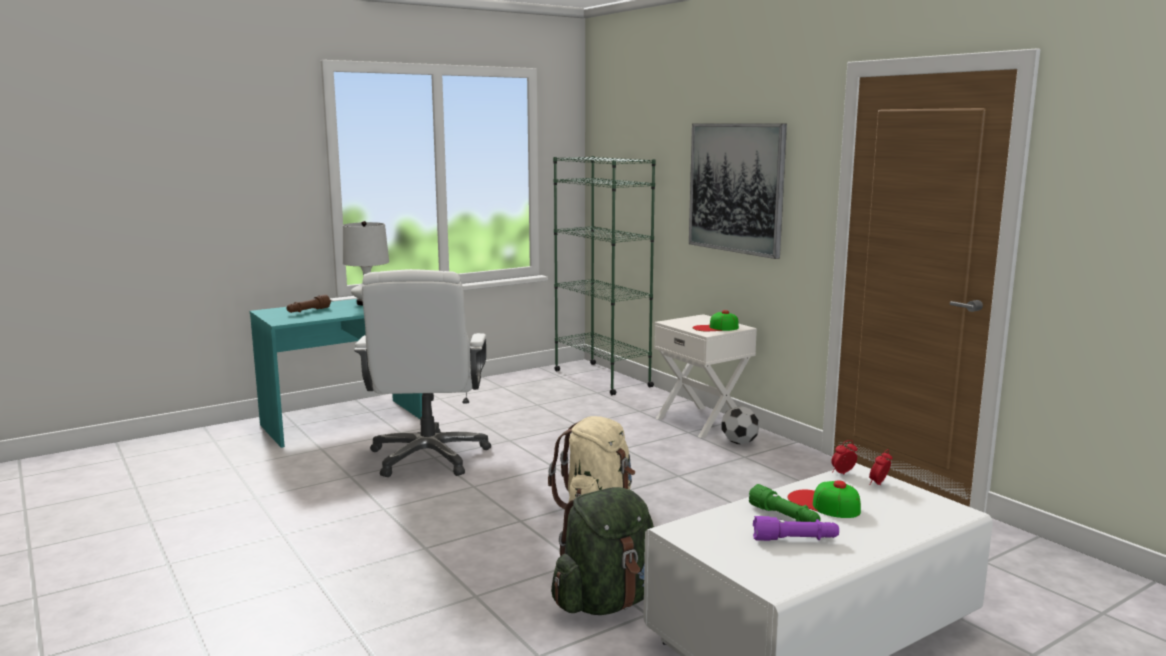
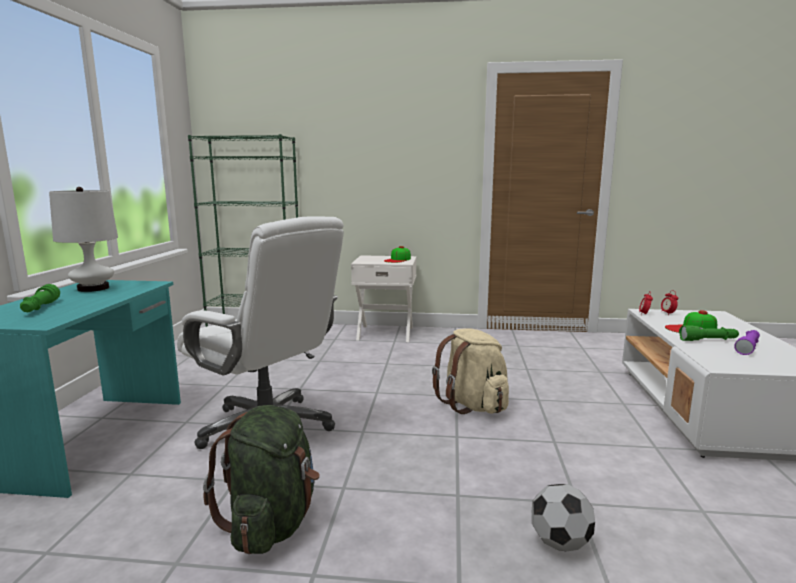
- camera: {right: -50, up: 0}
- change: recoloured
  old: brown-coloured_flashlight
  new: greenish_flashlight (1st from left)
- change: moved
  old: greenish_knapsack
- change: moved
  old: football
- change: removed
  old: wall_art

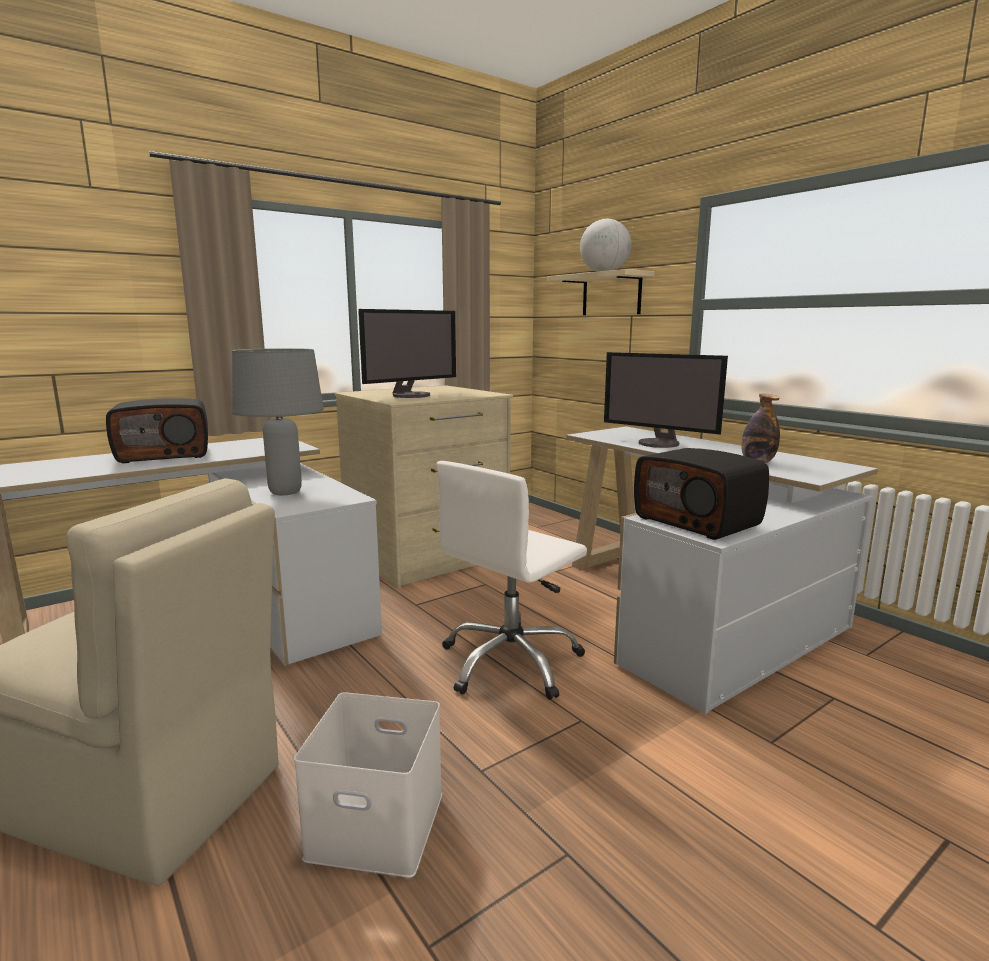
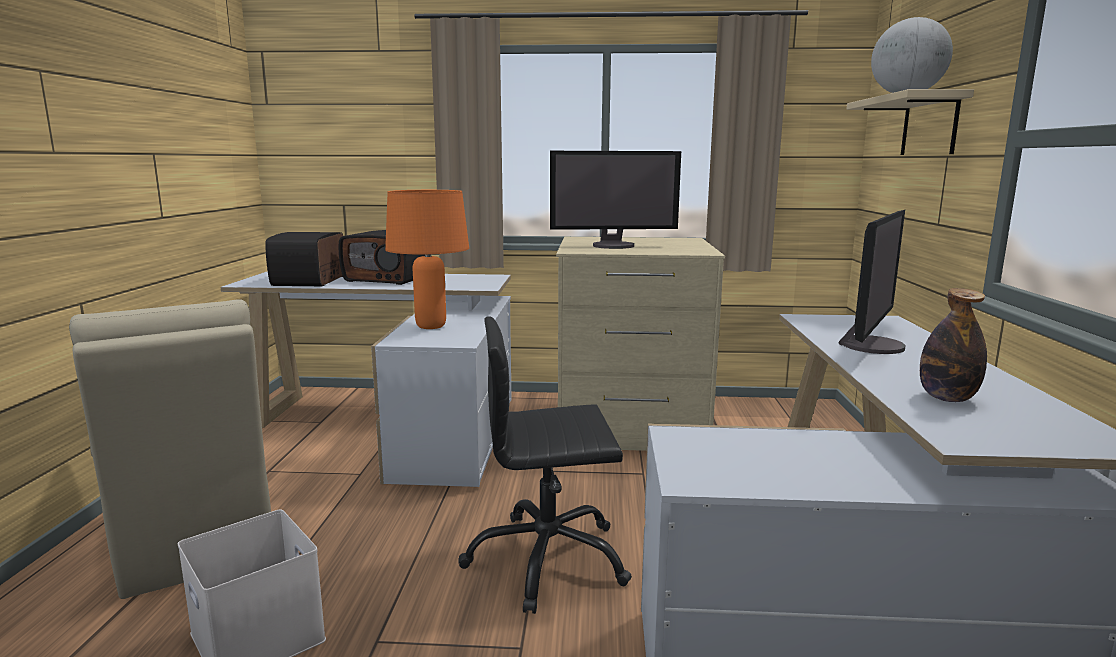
- camera: {right: 40, up: 0}
- change: moved
  old: radio (2nd from left in the first image)
  new: radio (1st from left)
- change: recoloured
  old: greyish_table_lamp
  new: orange-coloured_table_lamp
- change: recoloured
  old: white-coloured_office_chair
  new: blackish_office_chair
- change: turned
  old: computer_screen (2nd from left)
  degrees: -135

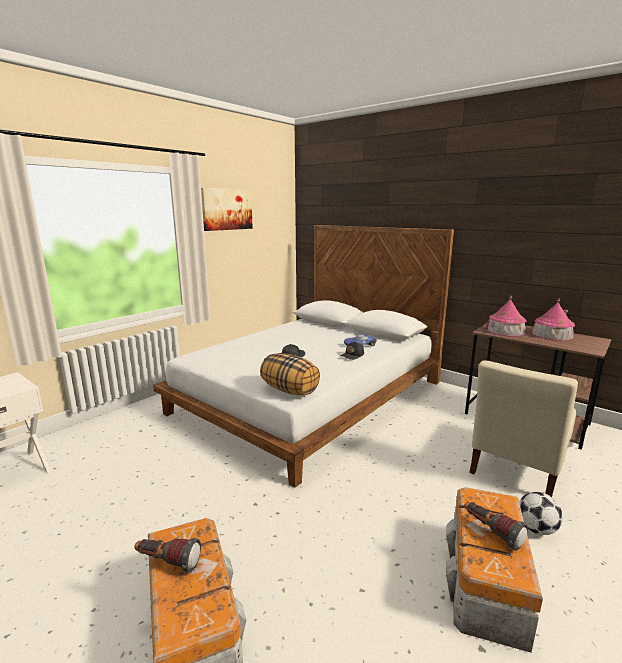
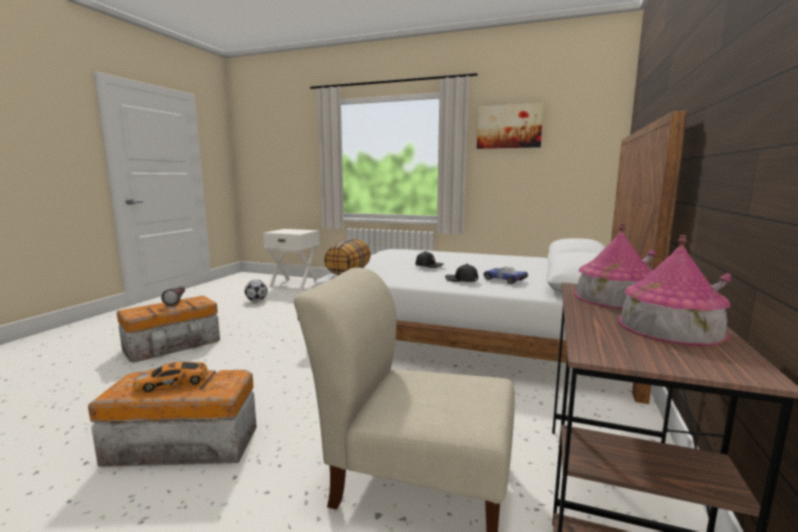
- camera: {right: 70, up: -5}
- change: replaced
  old: flashlight (2nd from left)
  new: toy_car (1st from left)
- change: moved
  old: football

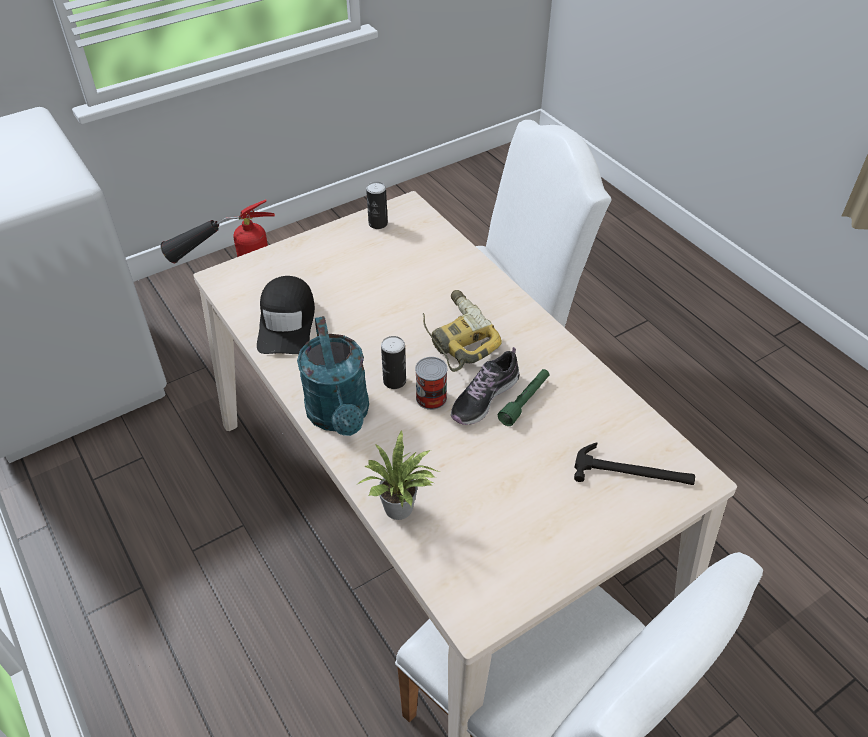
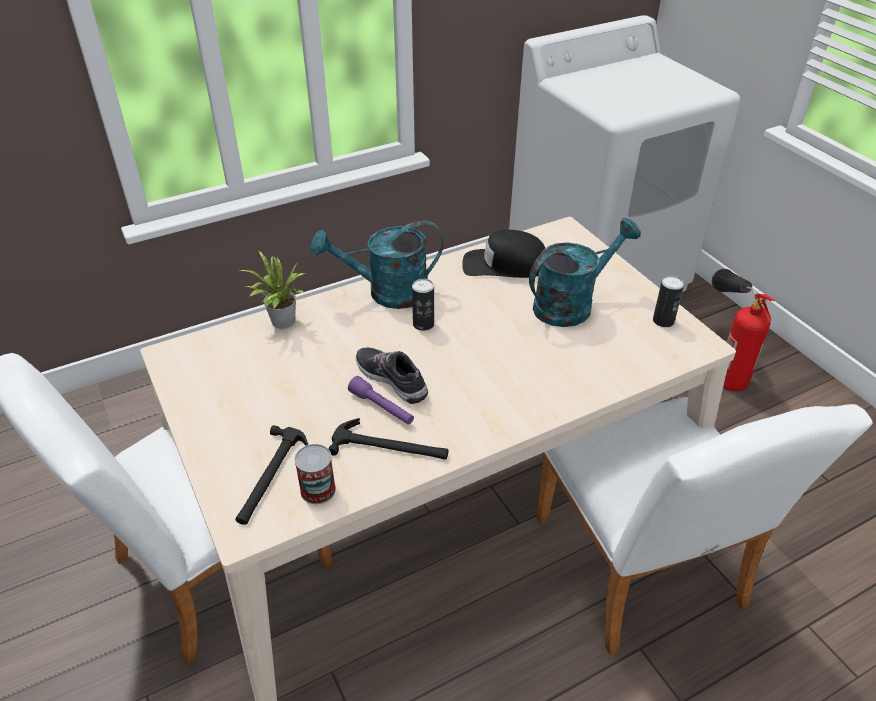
- camera: {right: 95, up: -5}
- change: moved
  old: can (3rd from left in the first image)
  new: can (1st from left)
- change: added
  new: hand_hammer (2nd from left)
- change: recoloured
  old: greenish_flashlight
  new: purplish_flashlight
- change: added
  new: turquoise-coloured_watering_pot (2nd from left)
- change: removed
  old: power_drill

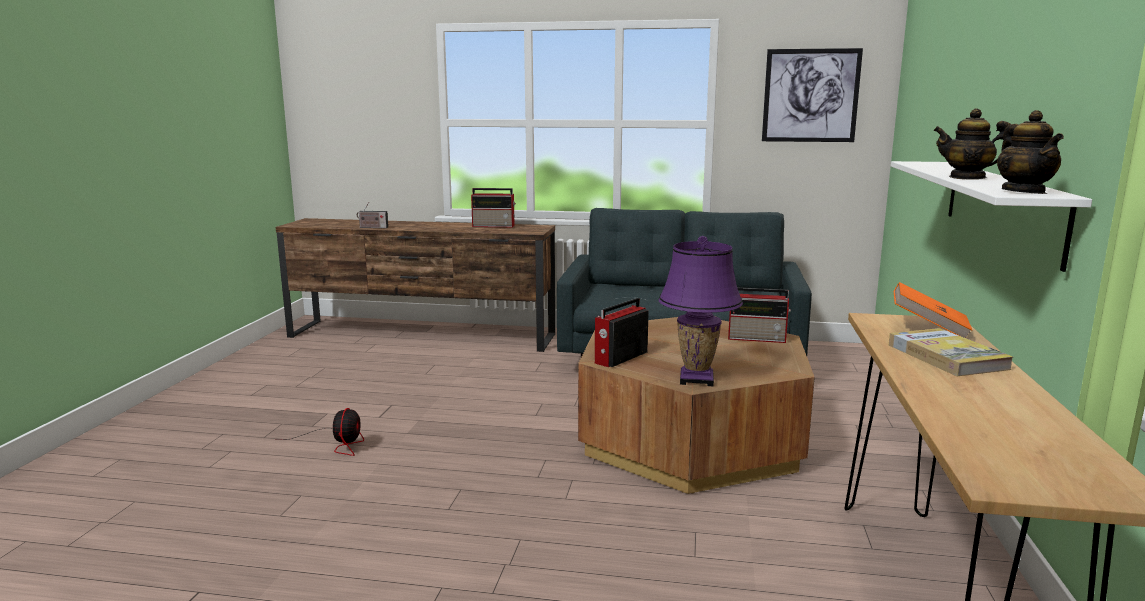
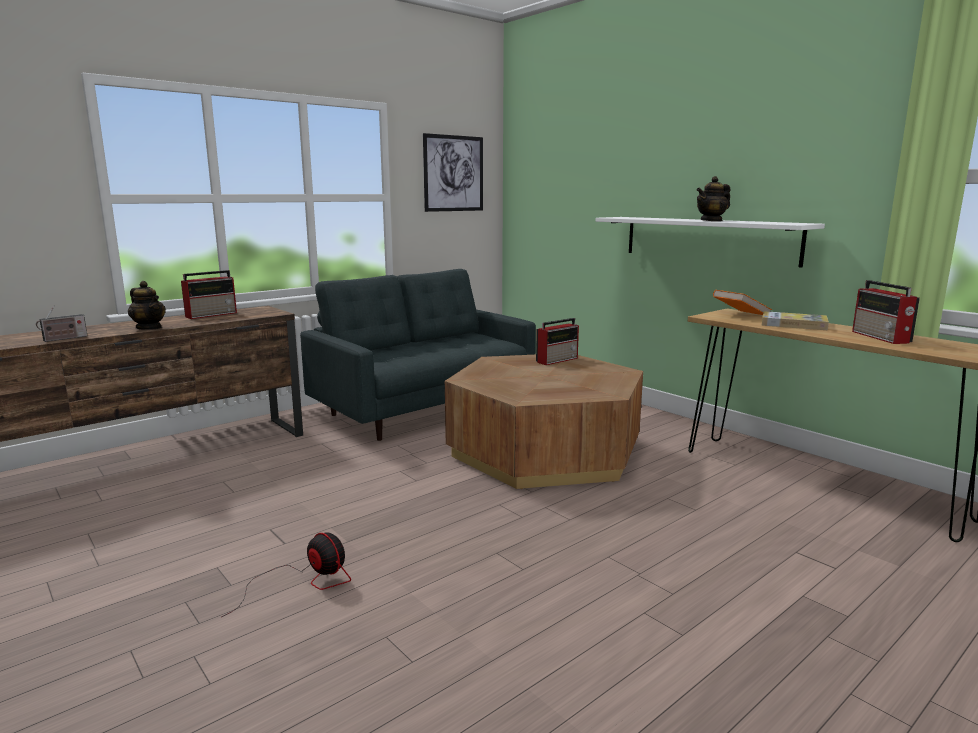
- camera: {right: -50, up: 0}
- change: moved
  old: teapot (2nd from left in the first image)
  new: teapot (1st from left)
- change: moved
  old: radio (3rd from left in the first image)
  new: radio (4th from left)
- change: removed
  old: purplish_table_lamp

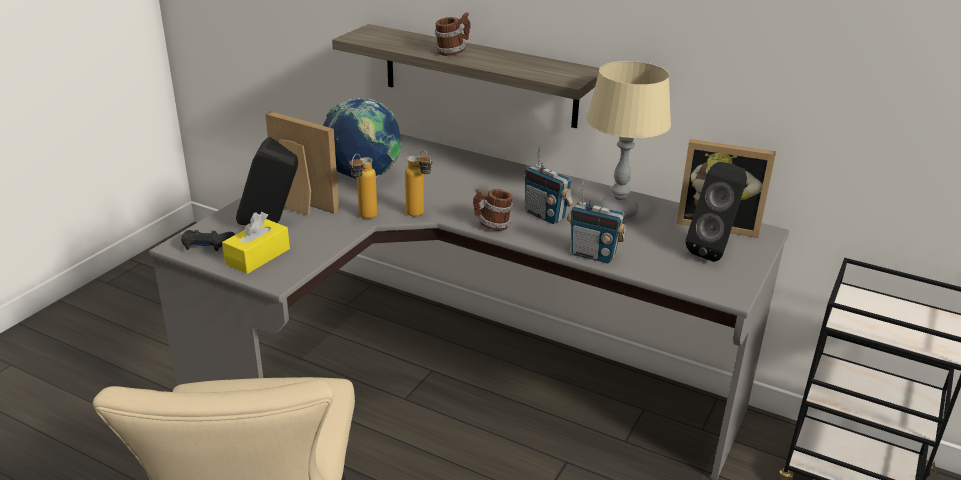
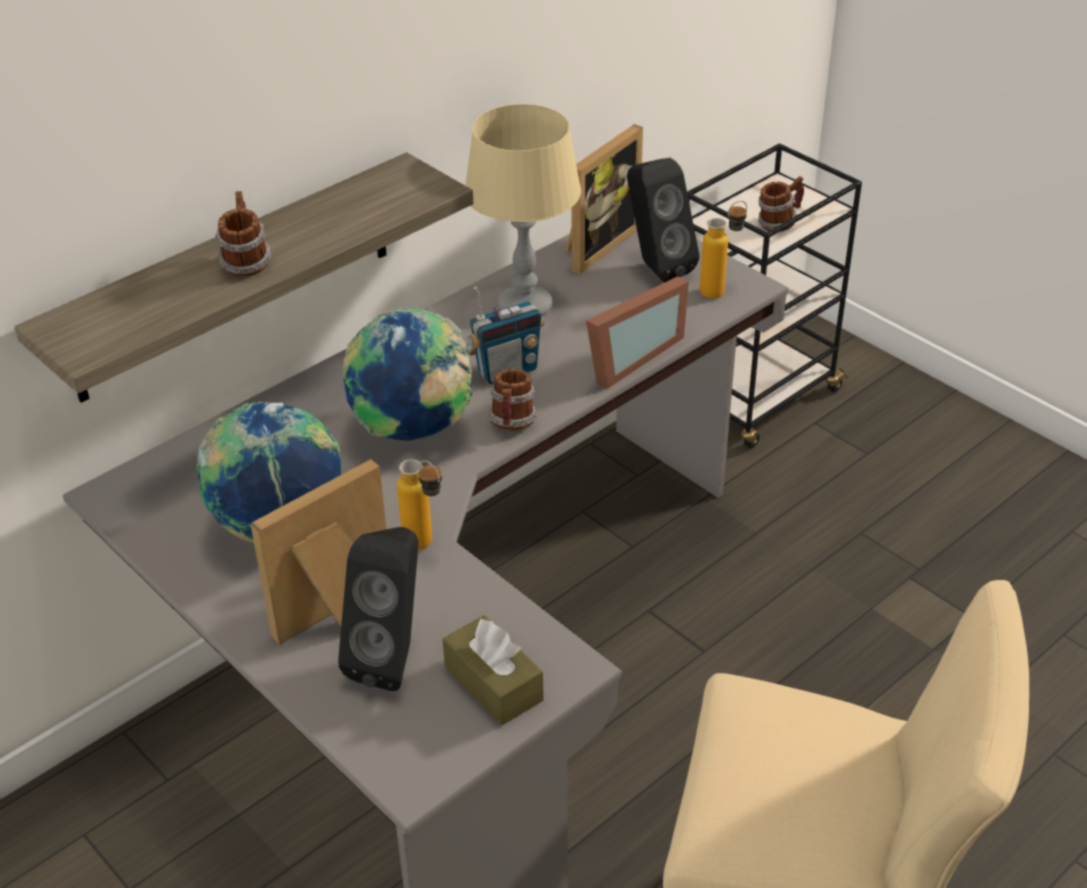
- camera: {right: -70, up: 10}
- change: added
  new: world_globe (2nd from left)
- change: recoloured
  old: yellow_box_of_tissues
  new: brown-coloured_box_of_tissues
- change: replaced
  old: radio (2nd from left)
  new: standing_frame (3rd from left)
- change: moved
  old: beverage_bottle (2nd from left)
- change: added
  new: tea_mug (3rd from left)
- change: removed
  old: blackish_gamepad

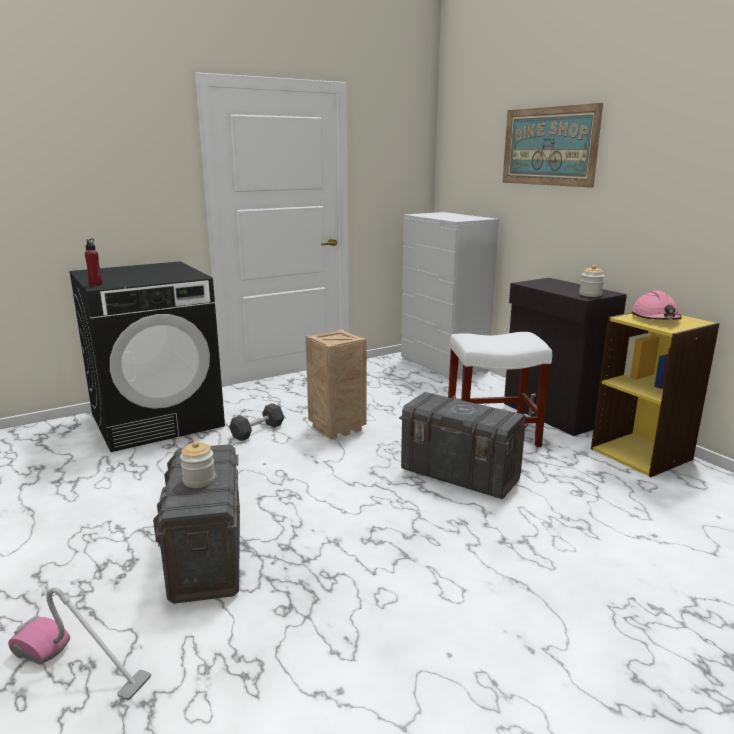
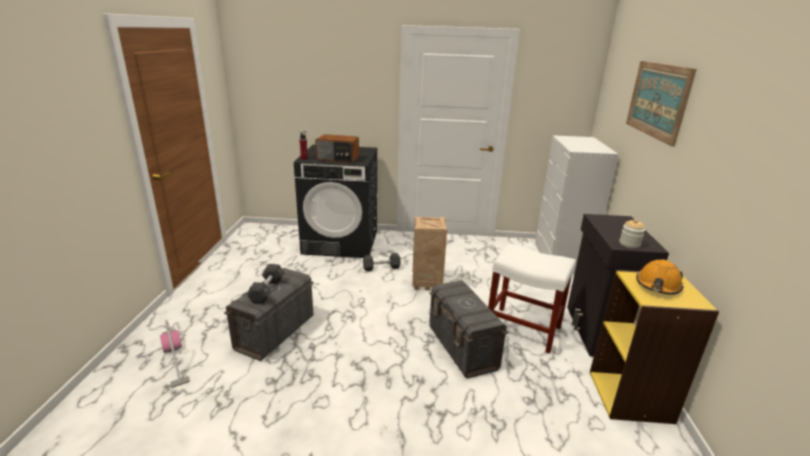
- camera: {right: 35, up: 5}
- change: replaced
  old: preserve_jar (1st from left)
  new: blackish_dumbbell (1st from left)
- change: added
  new: radio
- change: recoloured
  old: pink-coloured_work_helmet
  new: orange-coloured_work_helmet

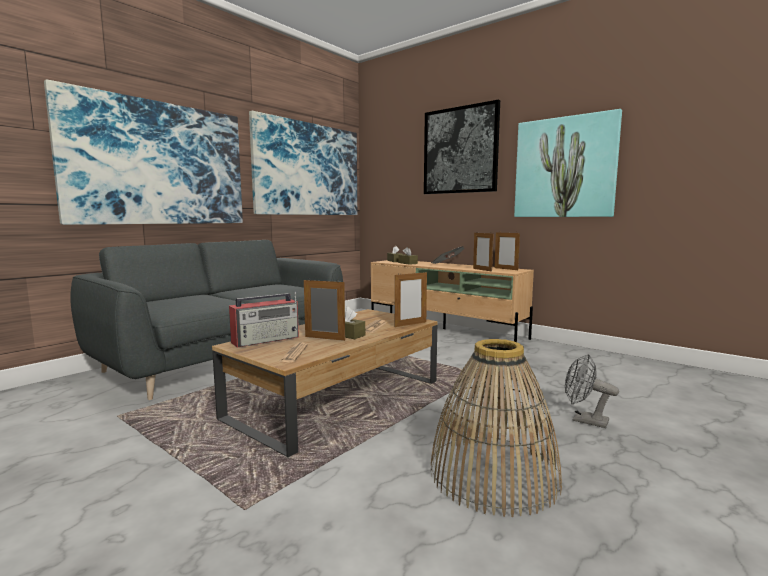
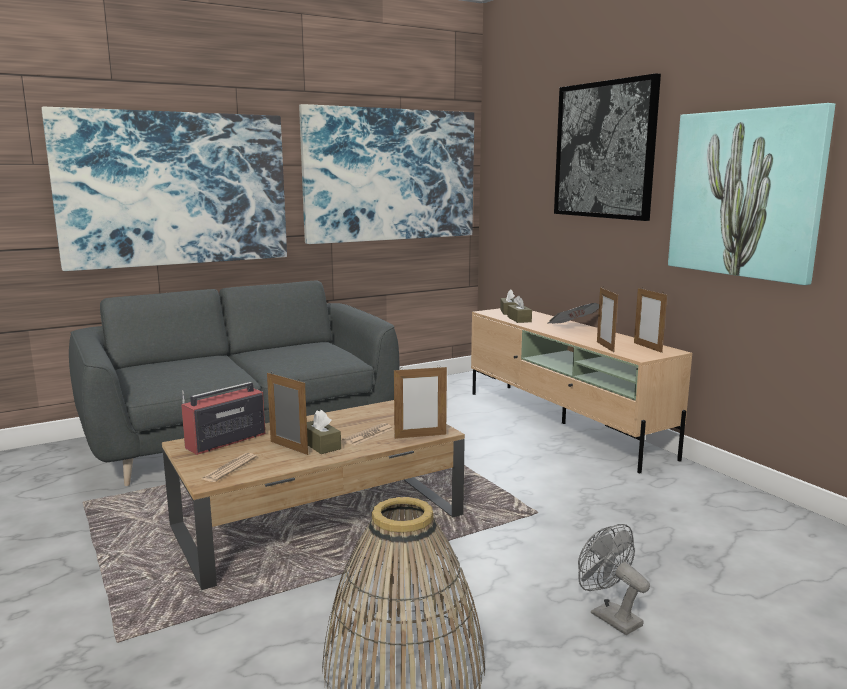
- camera: {right: 20, up: 5}
- change: turned
  old: radio
  degrees: 150

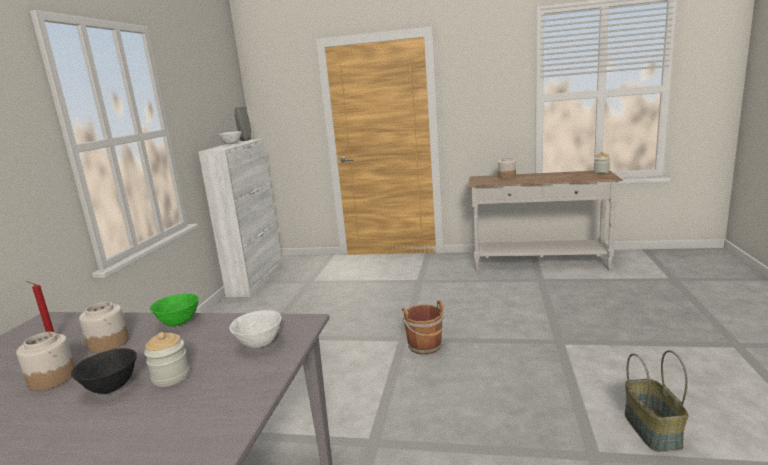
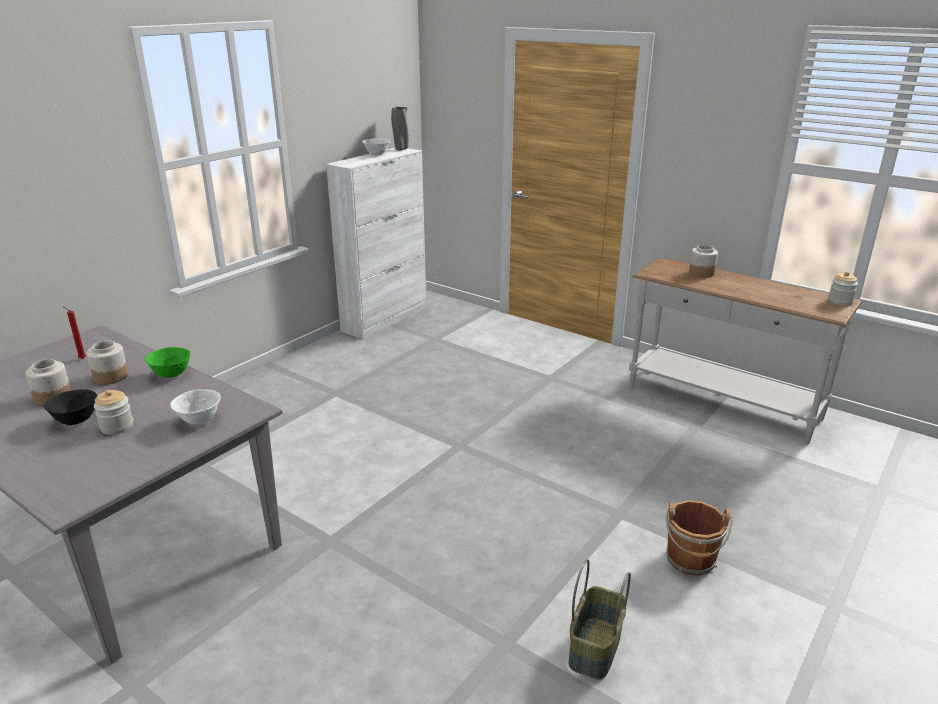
- camera: {right: 25, up: 10}
- change: moved
  old: brown-coloured_water_bucket

